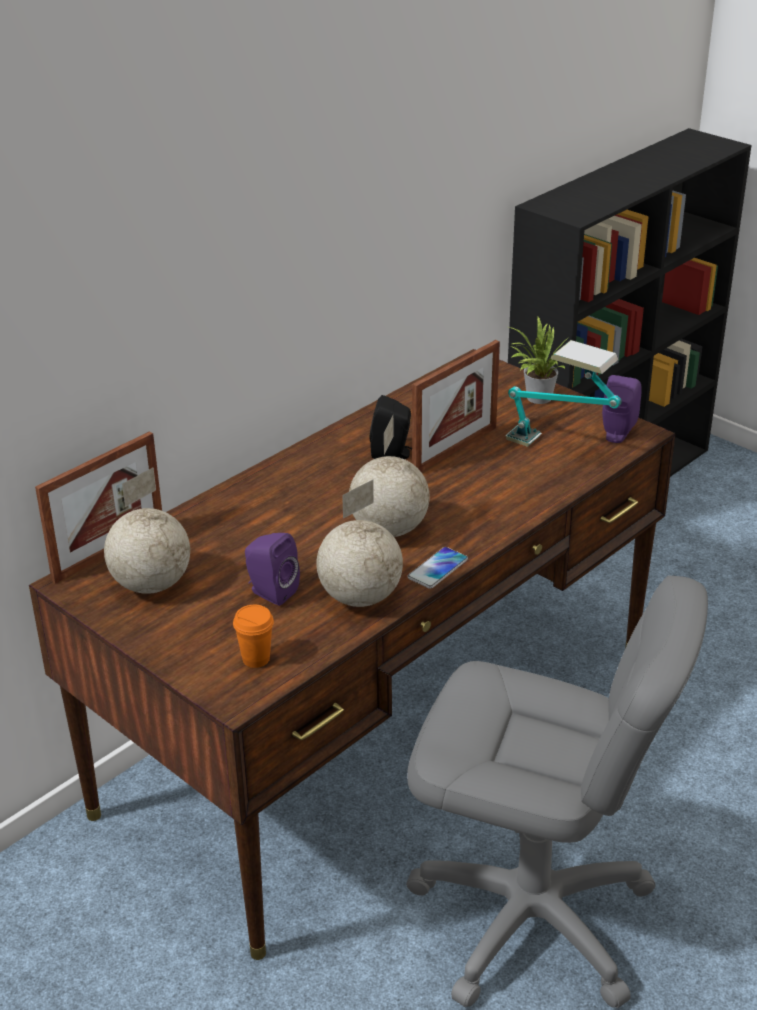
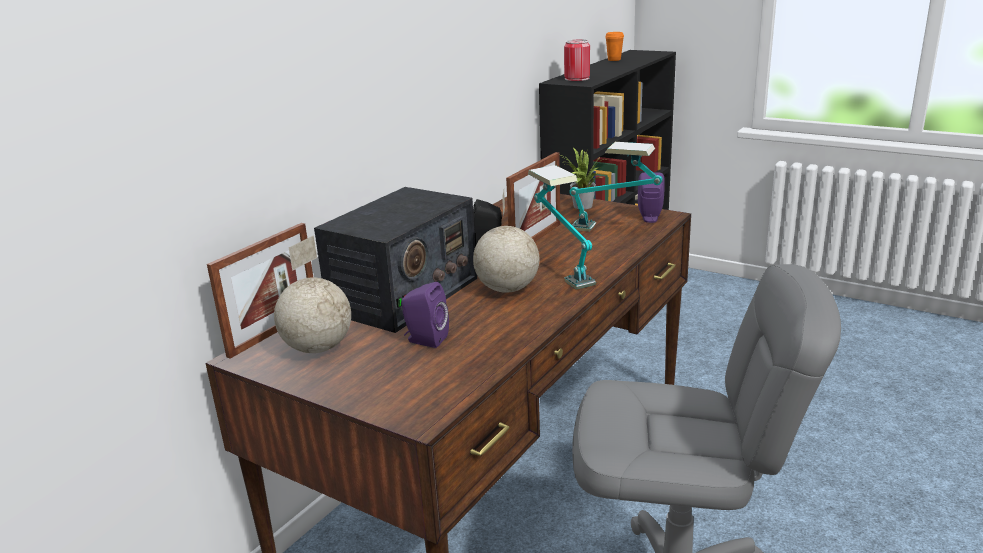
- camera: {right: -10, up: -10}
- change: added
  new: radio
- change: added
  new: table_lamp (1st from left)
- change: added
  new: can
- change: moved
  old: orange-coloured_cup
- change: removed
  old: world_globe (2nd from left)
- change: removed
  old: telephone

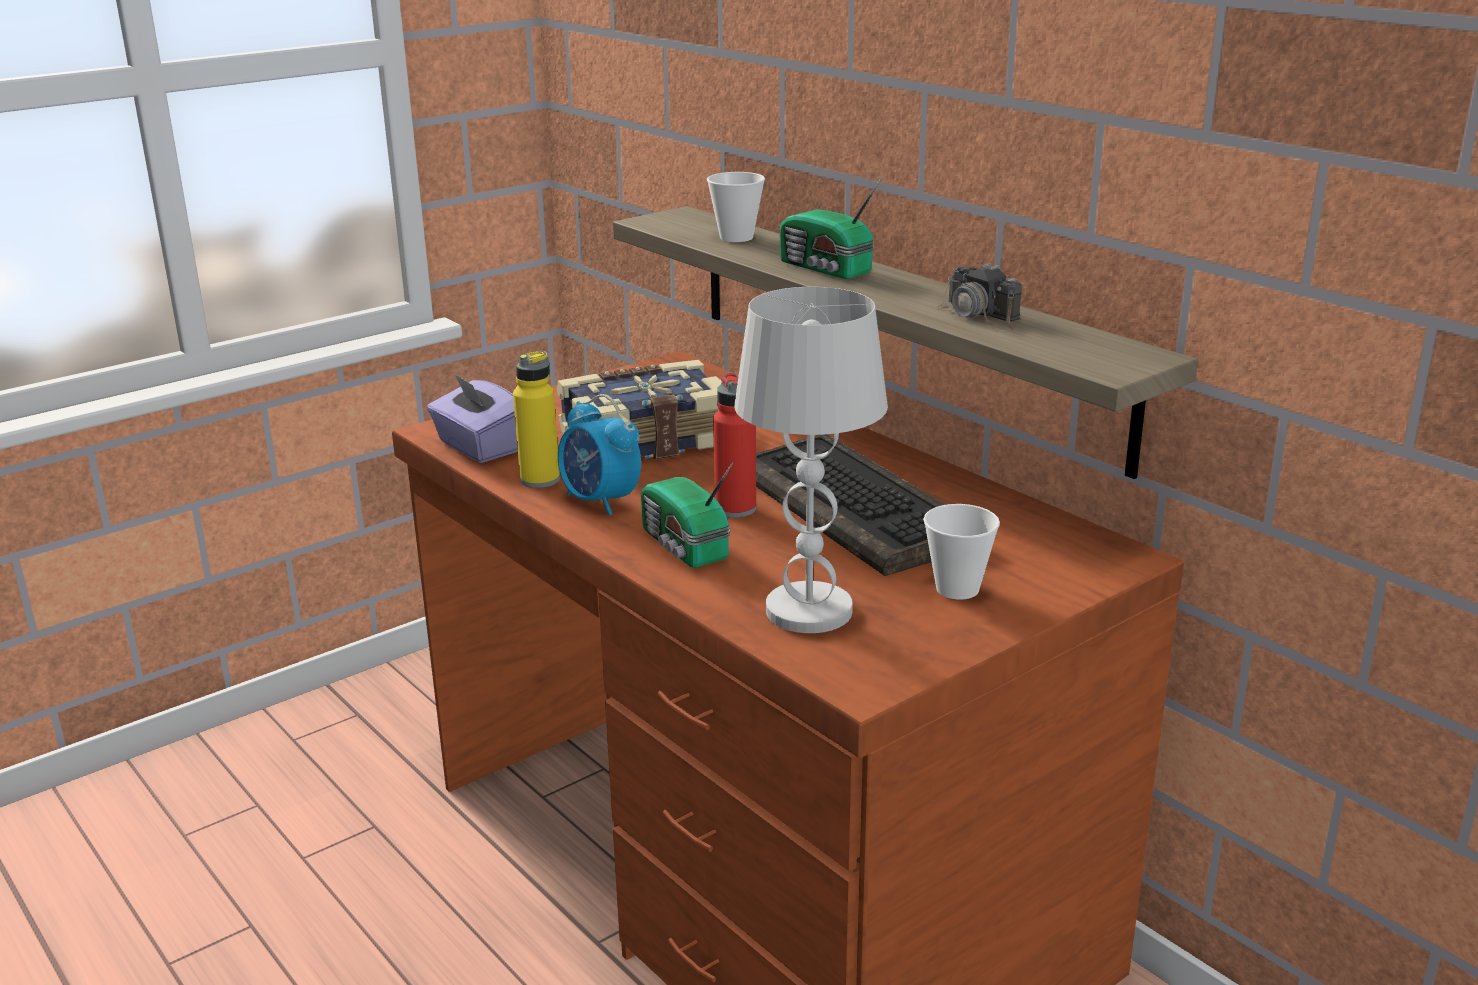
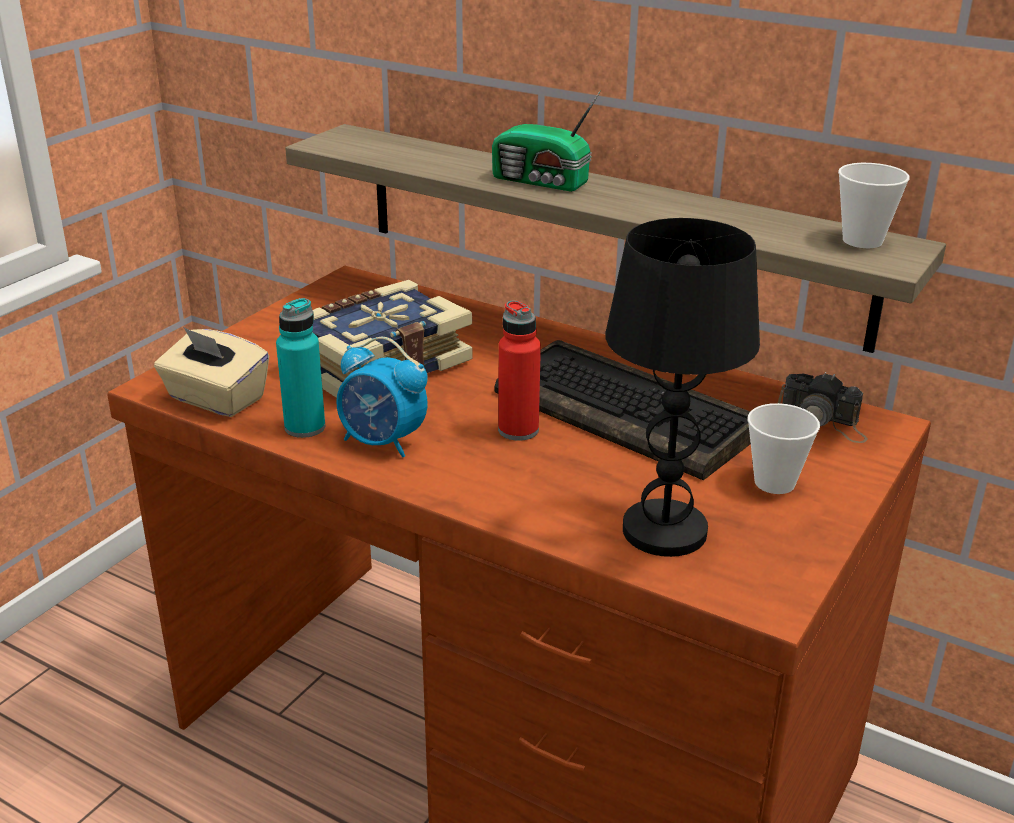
- camera: {right: -20, up: 5}
- change: recoloured
  old: purplish_box_of_tissues
  new: beige-coloured_box_of_tissues
- change: recoloured
  old: yellow_beverage_bottle
  new: turquoise-coloured_beverage_bottle
- change: recoloured
  old: white-coloured_table_lamp
  new: blackish_table_lamp
- change: moved
  old: still_camera
- change: moved
  old: cup (1st from left in the first image)
  new: cup (2nd from left)
- change: removed
  old: radio (1st from left)

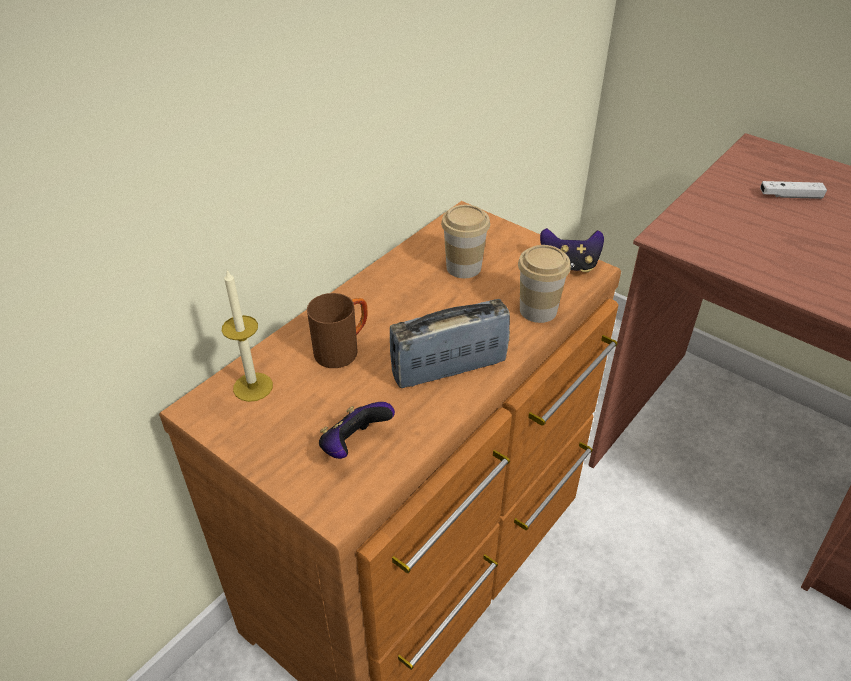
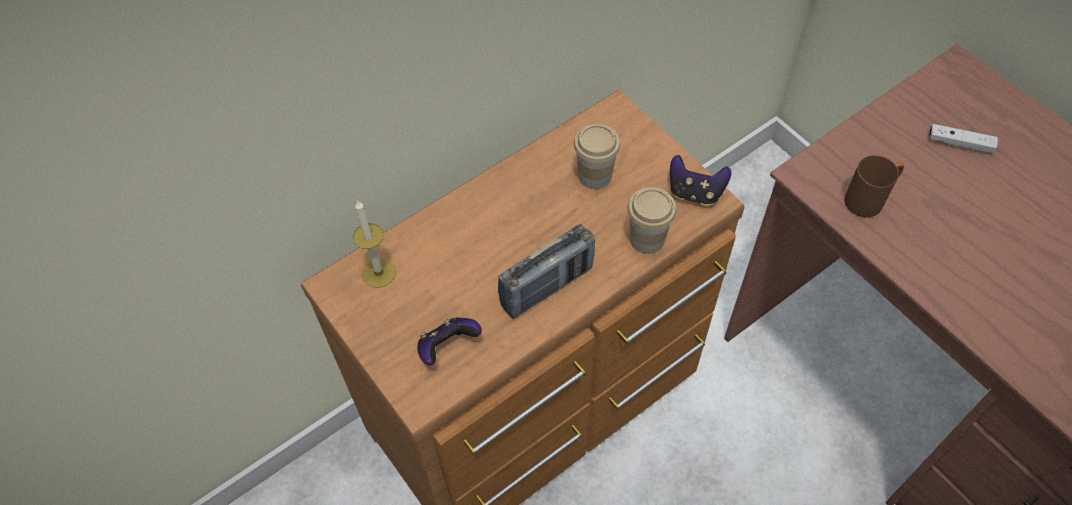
- camera: {right: 15, up: 15}
- change: turned
  old: radio
  degrees: 150
- change: moved
  old: brown-coloured_tea_mug

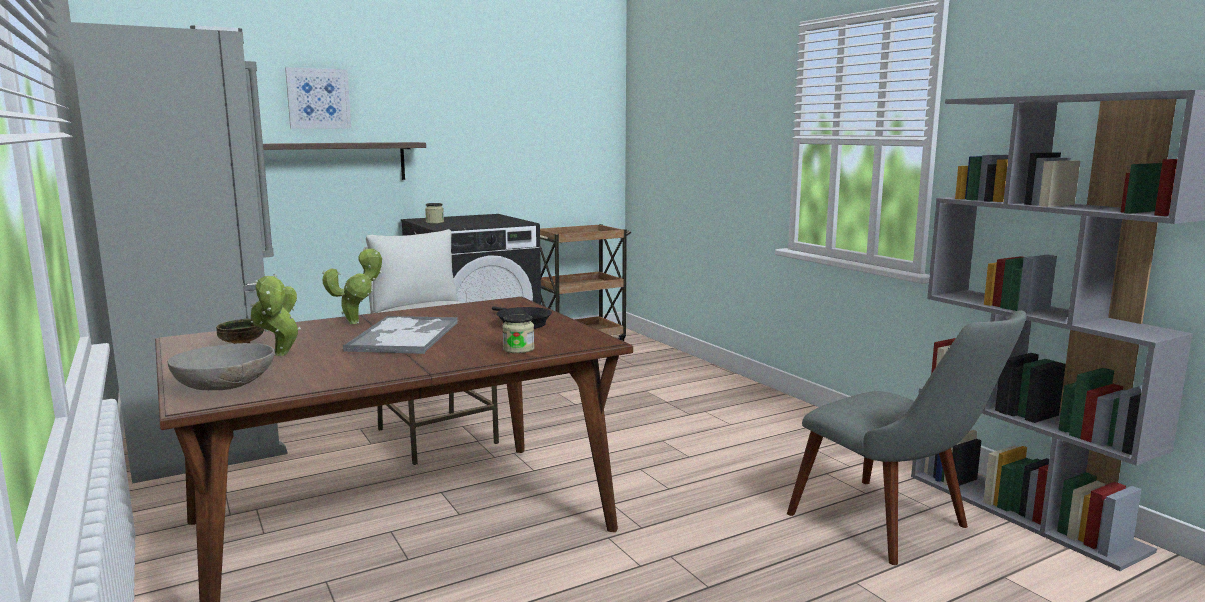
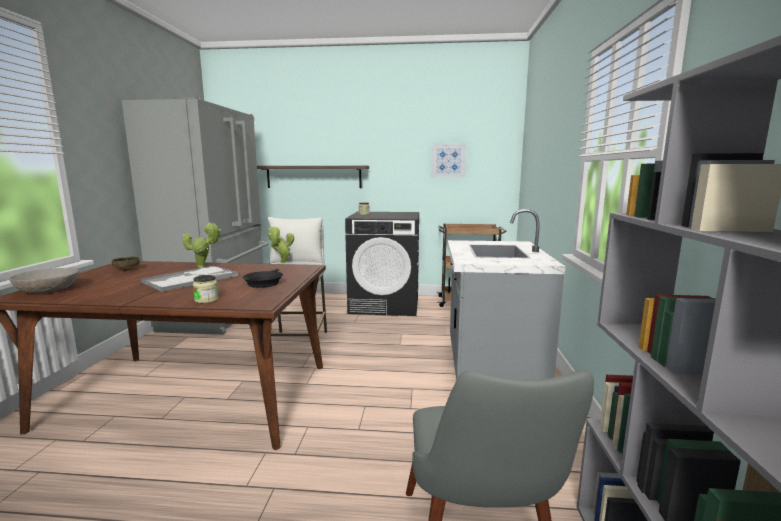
- camera: {right: 35, up: 0}
- change: moved
  old: houseplant (1st from left in the first image)
  new: houseplant (2nd from left)
- change: moved
  old: wall_art
- change: added
  new: greyish_kitchen_counter

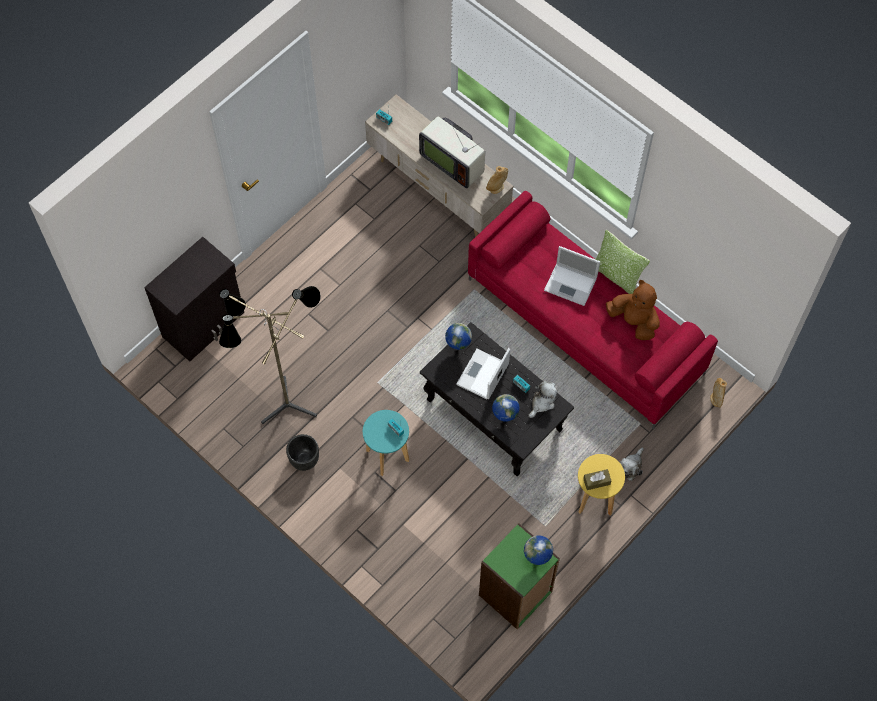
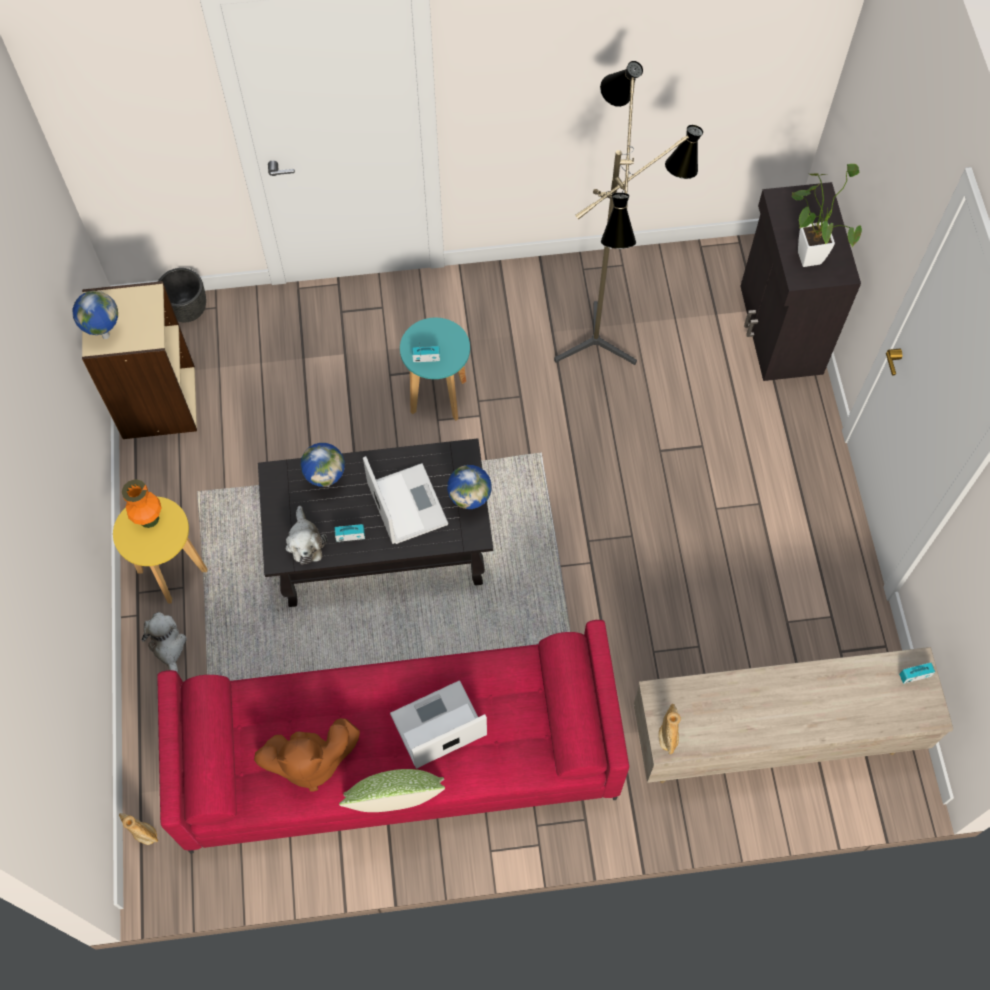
- camera: {right: 130, up: 0}
- change: recoloured
  old: greenish_bookcase
  new: beige-coloured_bookcase
- change: replaced
  old: brown-coloured_box_of_tissues
  new: orange-coloured_decorative_vase
- change: moved
  old: blackish_flower_pot
- change: added
  new: houseplant
- change: removed
  old: TV

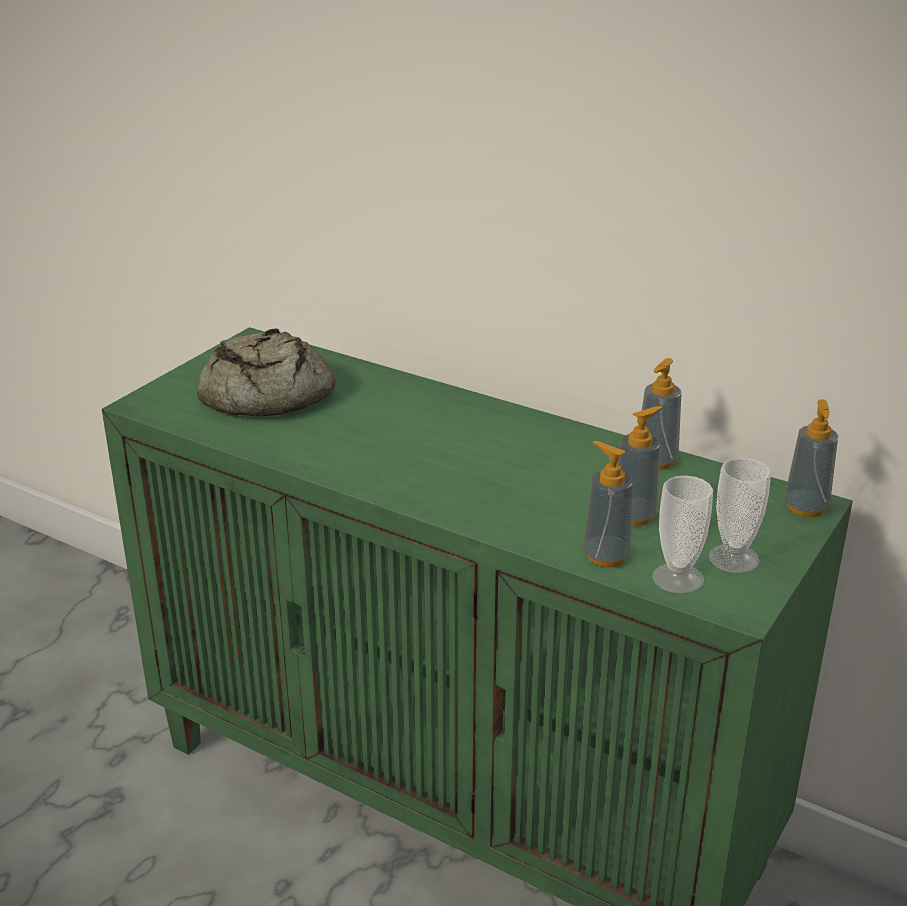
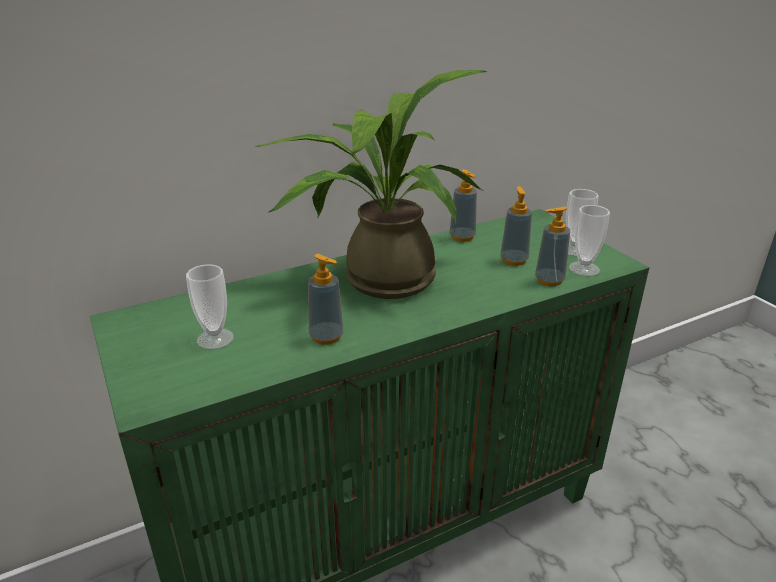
- camera: {right: -60, up: 0}
- change: replaced
  old: baked_bread
  new: cup (1st from left)
- change: added
  new: houseplant
- change: moved
  old: soap_dispenser (4th from left in the first image)
  new: soap_dispenser (1st from left)

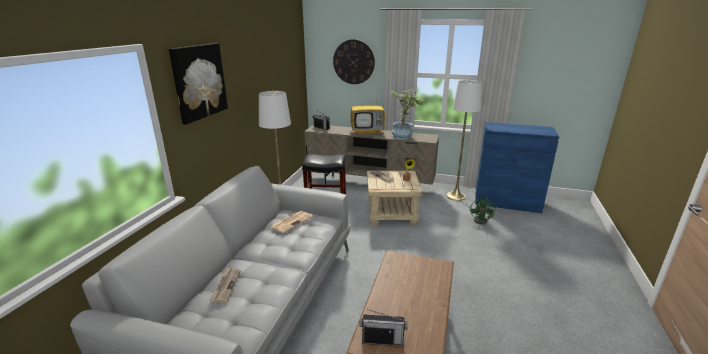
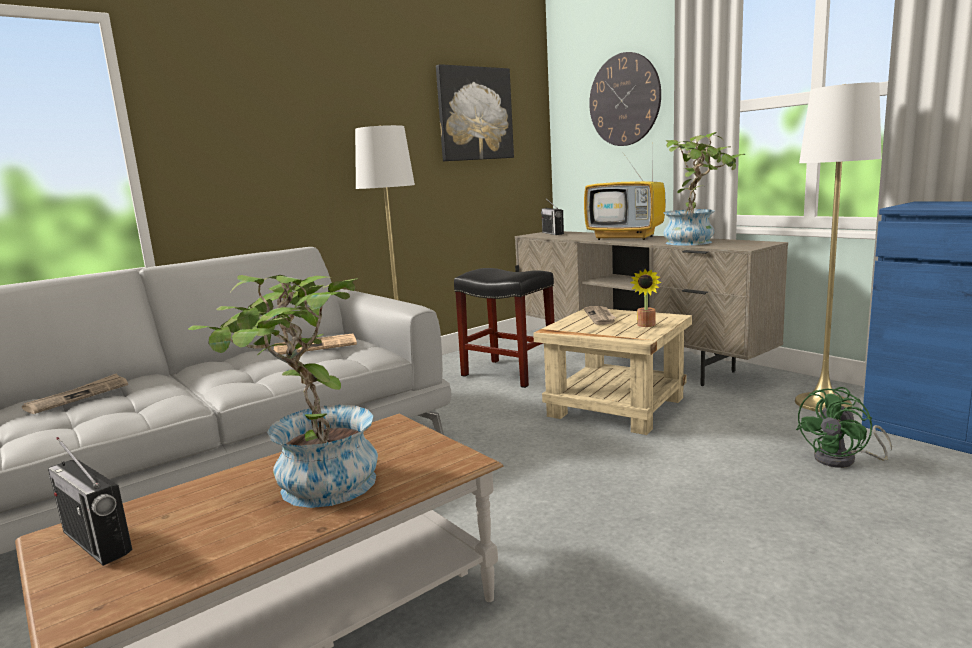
- camera: {right: 35, up: -10}
- change: added
  new: houseplant (1st from left)
- change: moved
  old: wall_art

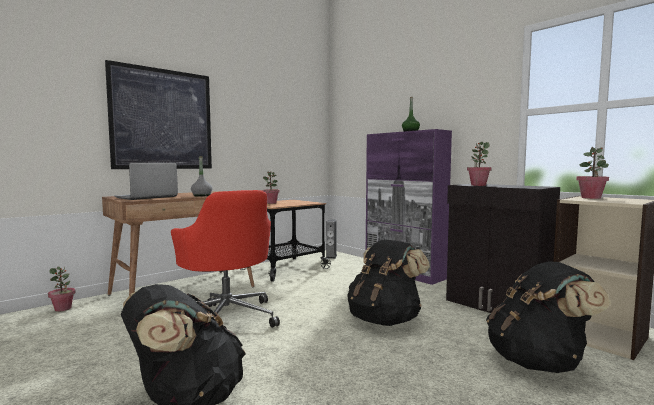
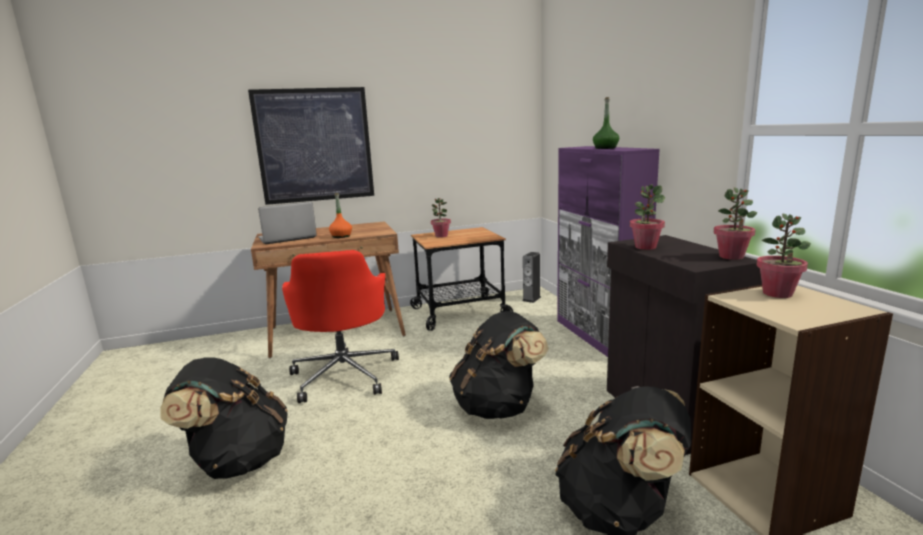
- camera: {right: 25, up: 10}
- change: recoloured
  old: greyish_beverage_bottle
  new: orange-coloured_beverage_bottle
- change: moved
  old: houseplant (1st from left in the first image)
  new: houseplant (3rd from left)

